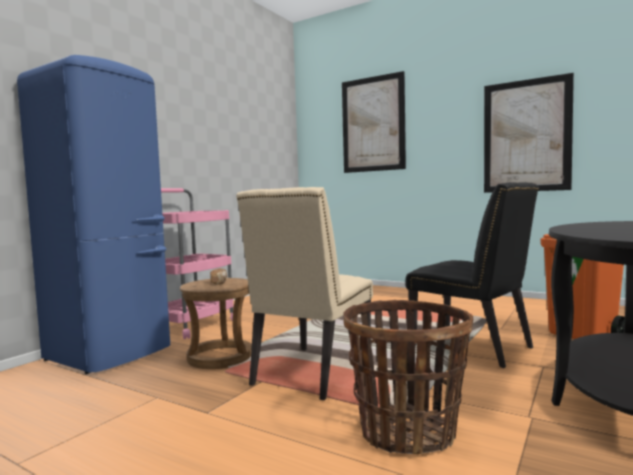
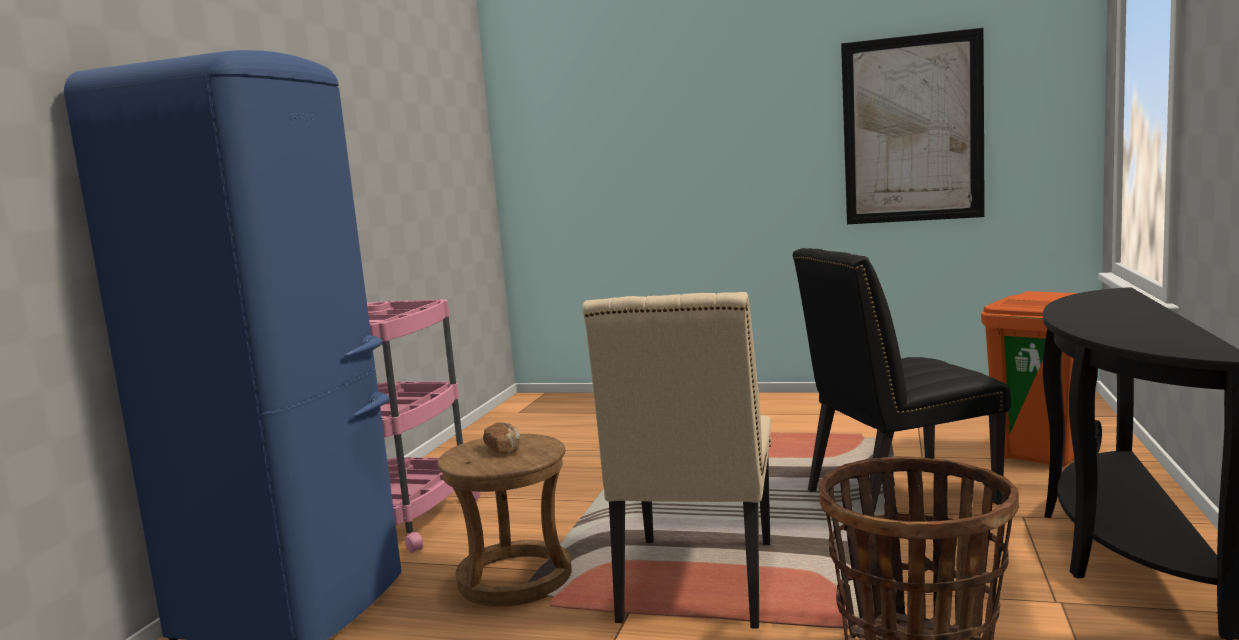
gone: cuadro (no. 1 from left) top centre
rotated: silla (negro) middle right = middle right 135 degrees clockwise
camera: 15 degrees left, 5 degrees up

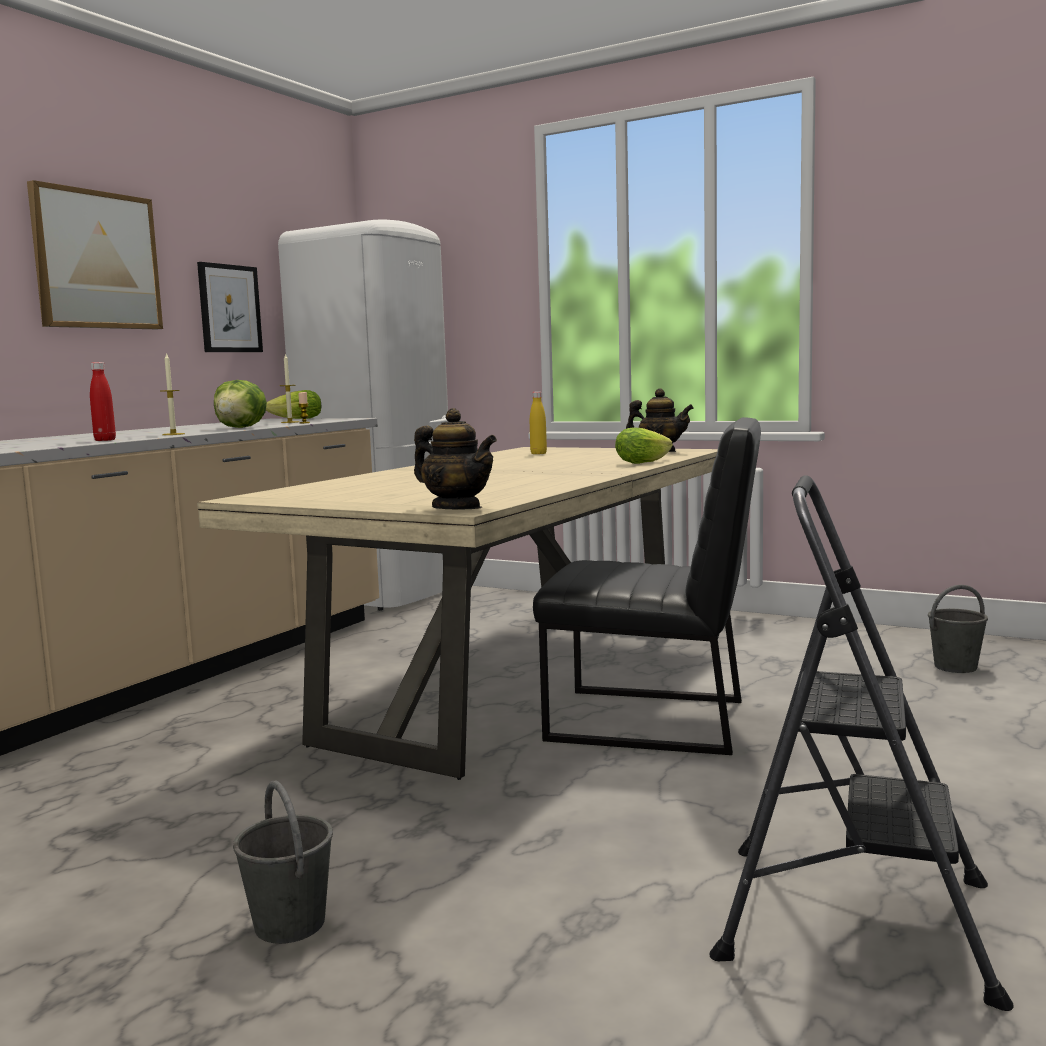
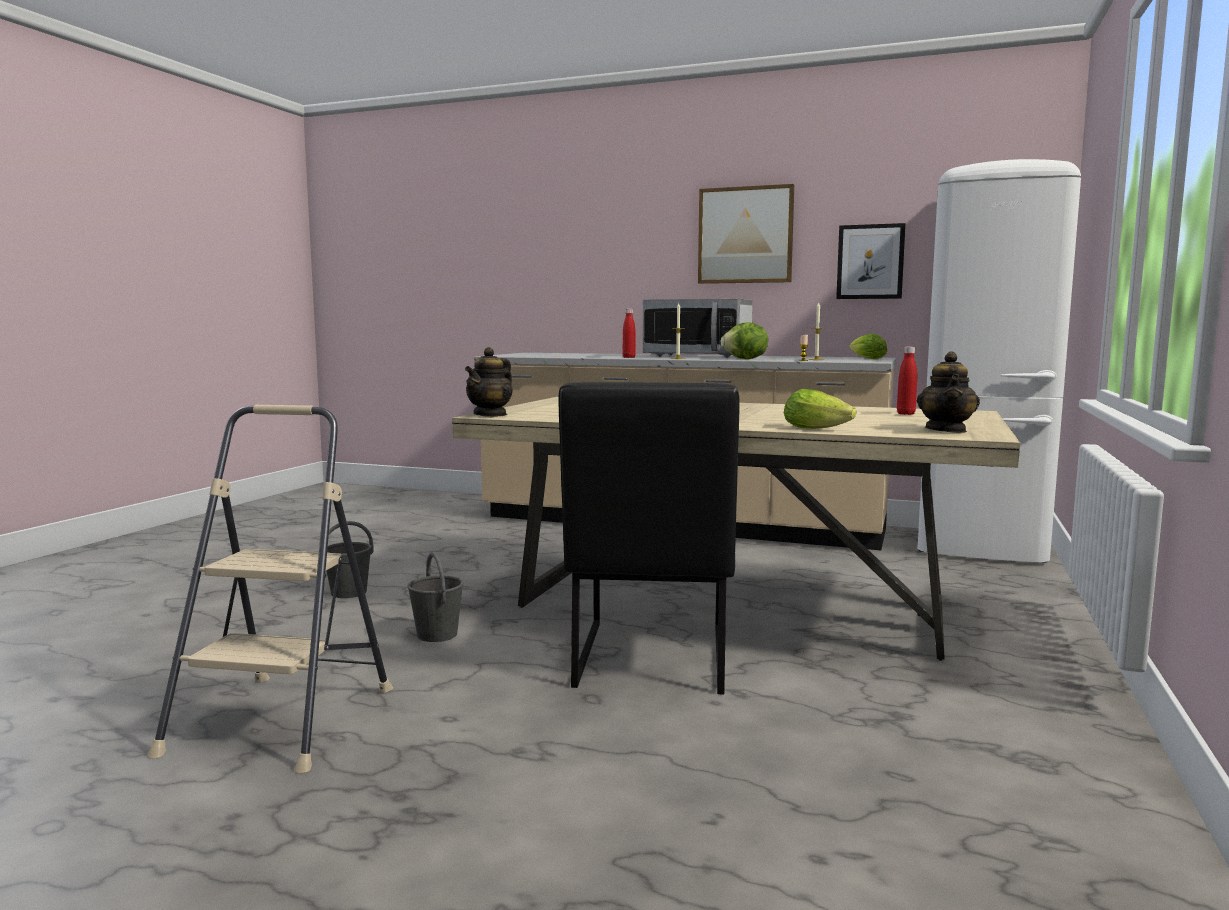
new: microondas centre
shifted: cubo (gris) (no. 2 from left) middle right to centre
repainted: botella (amarillo) centre to botella (rojo) (no. 2 from left) middle right; escalera de tijera (negro) bottom right to escalera de tijera (beis) middle left
camera: 80 degrees right, 0 degrees up

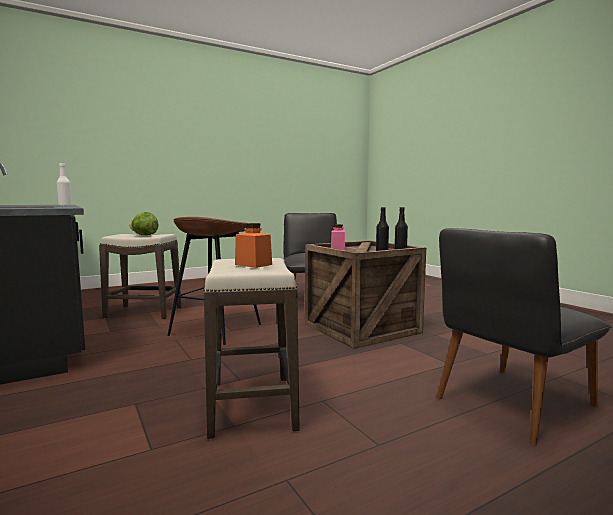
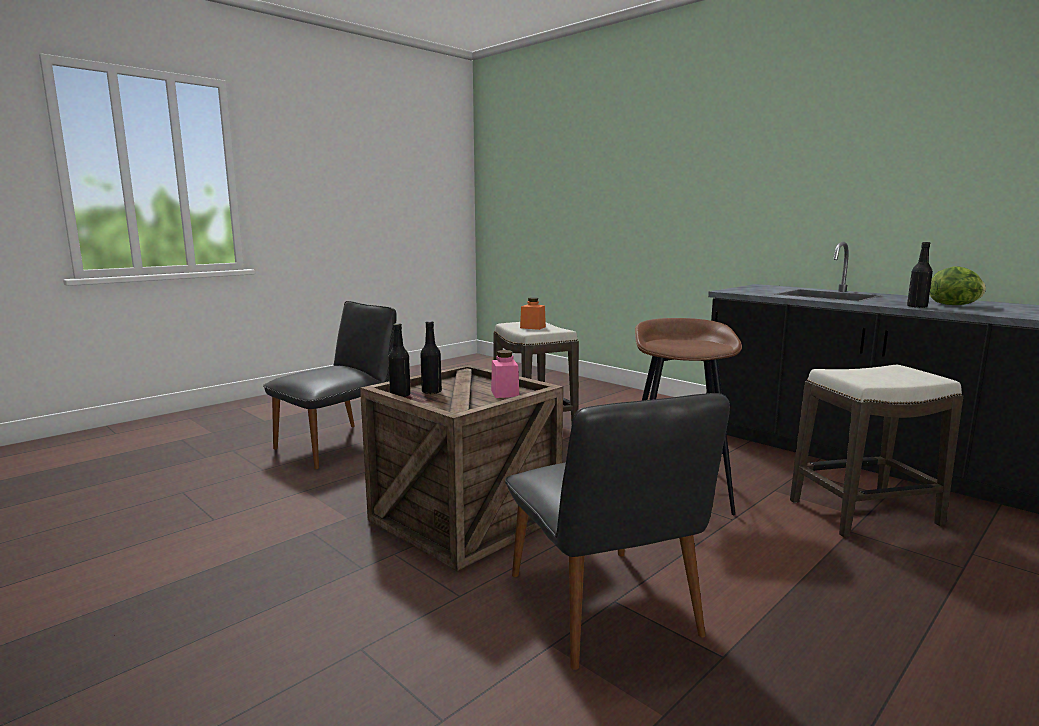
shifted: lechuga middle left to middle right
repainted: botella (blanco) middle left to botella (negro) (no. 3 from left) middle right
camera: 165 degrees right, 5 degrees up

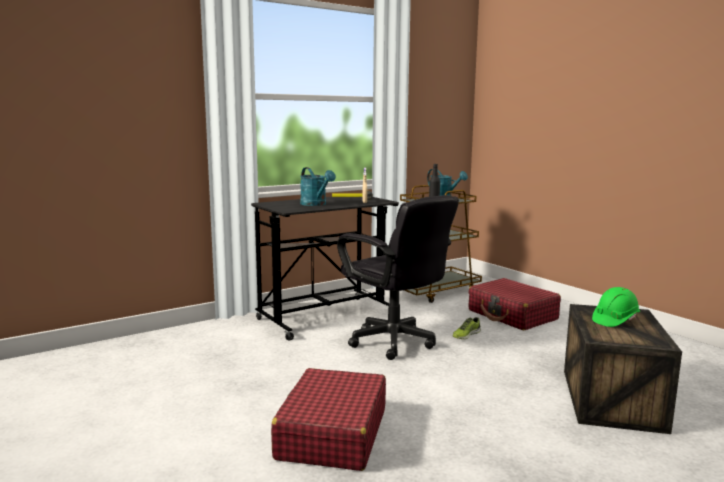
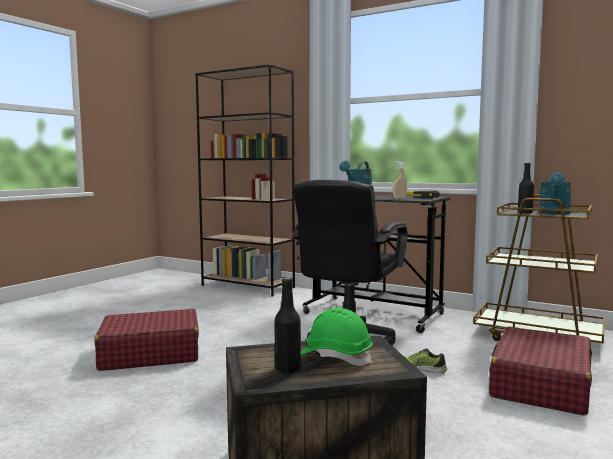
new: estantería (beis) centre; botella (negro) (no. 1 from left) bottom centre
camera: 65 degrees right, 5 degrees down

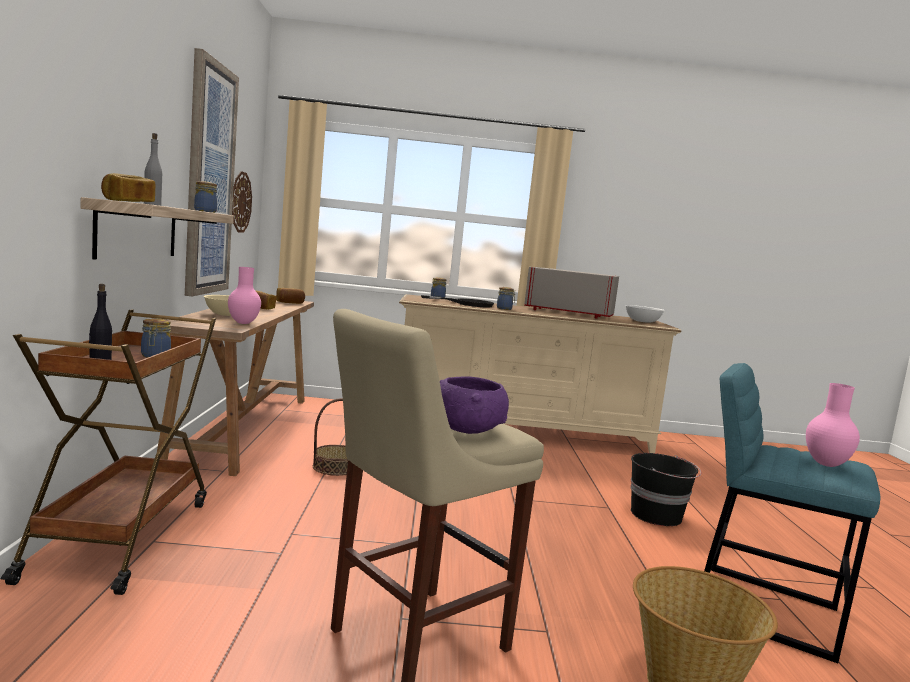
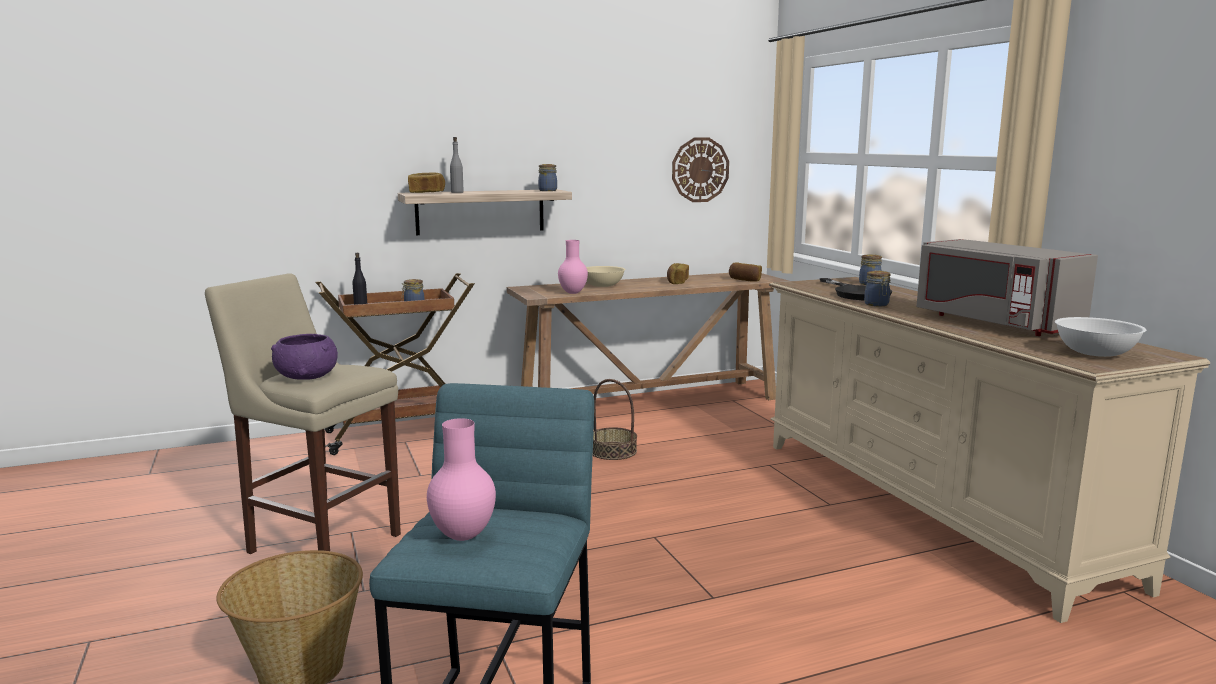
gone: cuadro top left; cubo (negro) bottom right
rotated: microondas (gris) centre = middle right 150 degrees clockwise
camera: 70 degrees right, 5 degrees up

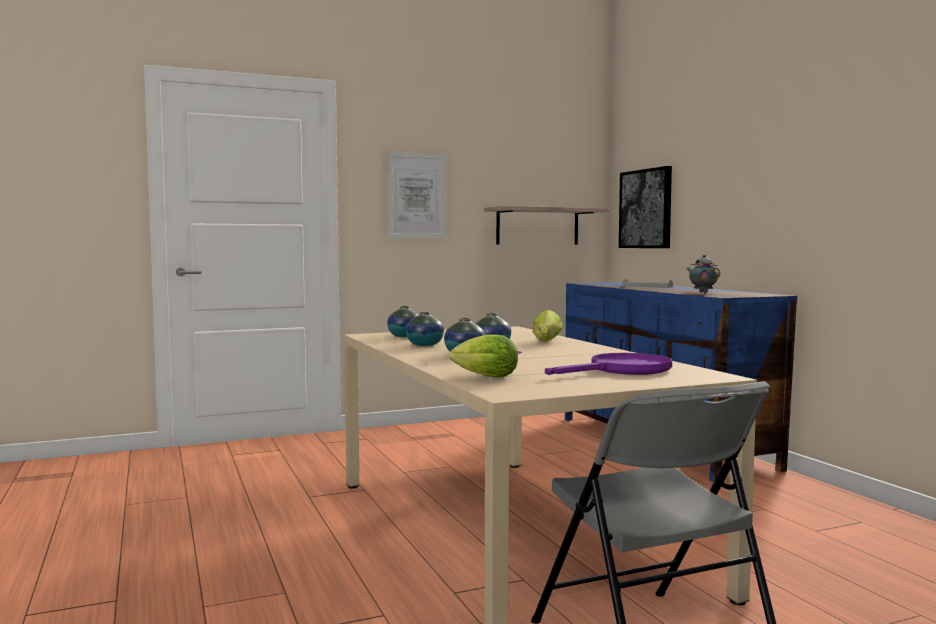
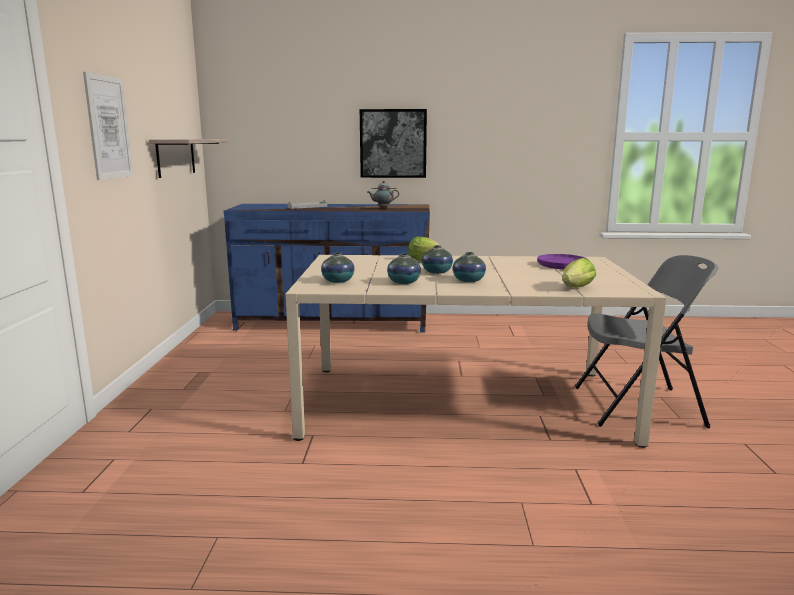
shifted: cuadro (no. 2 from left) top right to top centre
camera: 65 degrees left, 10 degrees up

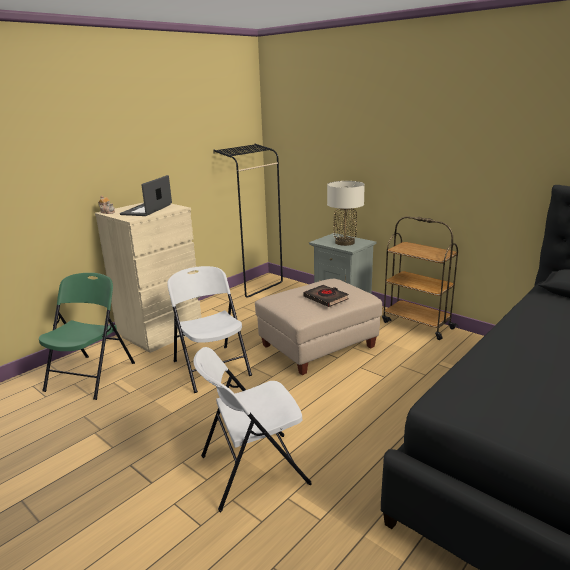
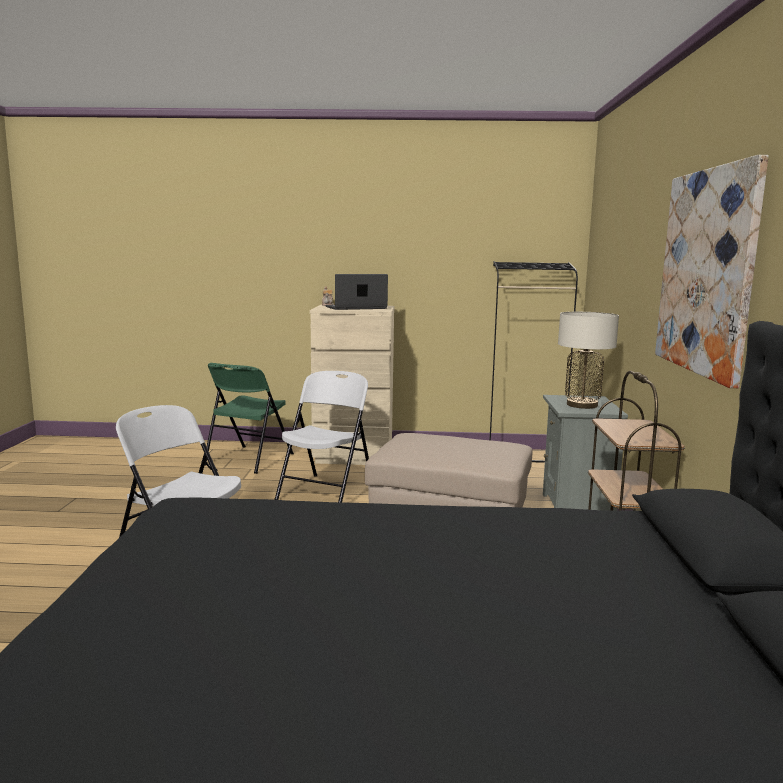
gone: libro (negro) centre
new: cuadro middle right
rotated: silla (verde) middle left = middle left 135 degrees clockwise
camera: 50 degrees right, 10 degrees down

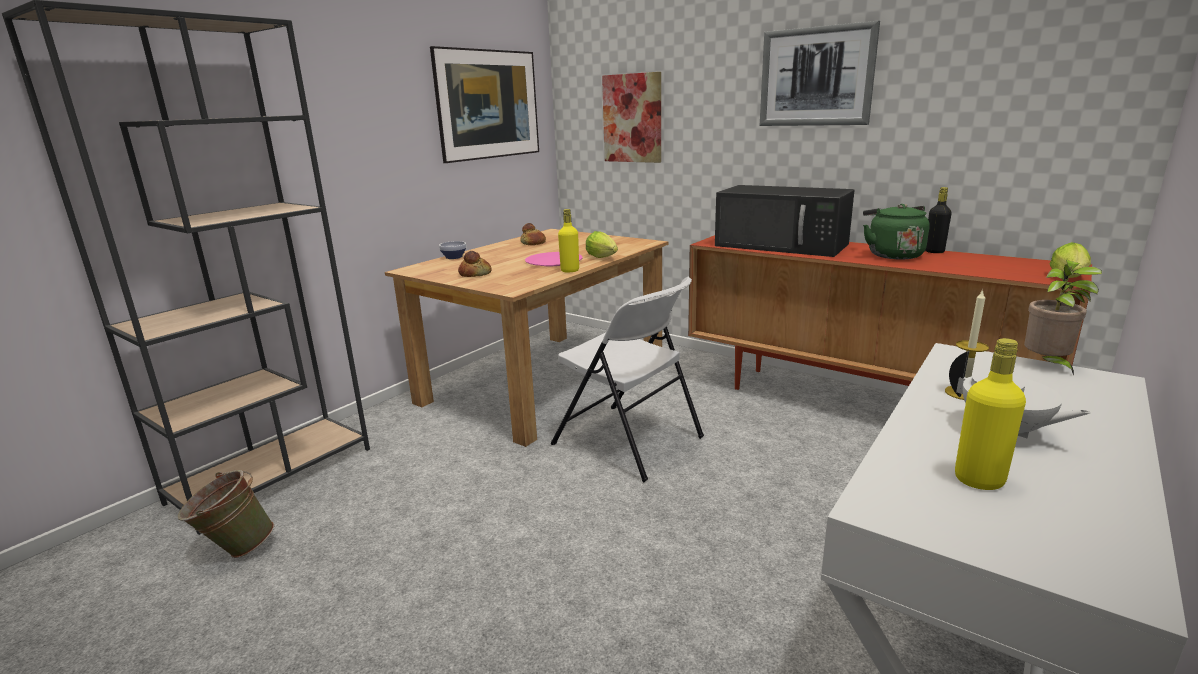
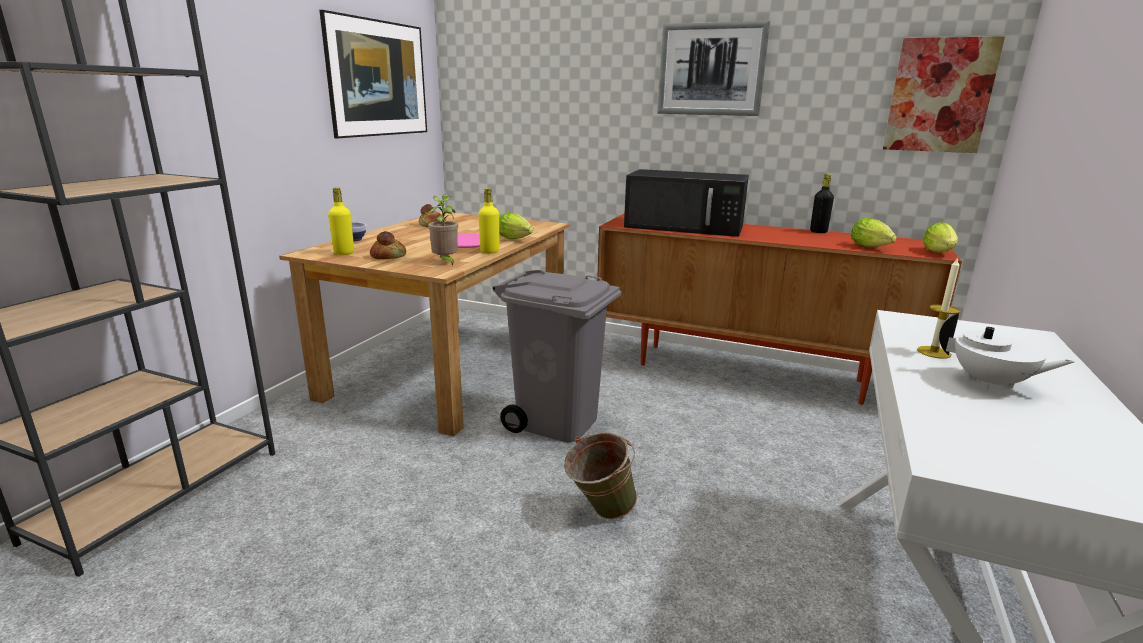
gone: hervidor (verde) middle right
new: lechuga (no. 2 from left) middle right
shifted: cuadro (no. 2 from left in the first image) top centre to cuadro (no. 3 from left) top right; planta en maceta middle right to centre; botella (amarillo) (no. 2 from left in the first image) middle right to botella (amarillo) (no. 1 from left) middle left; cubo (verde) bottom left to bottom centre
swapped: silla (blanco) centre to papelera (gris) centre
camera: 15 degrees left, 0 degrees up

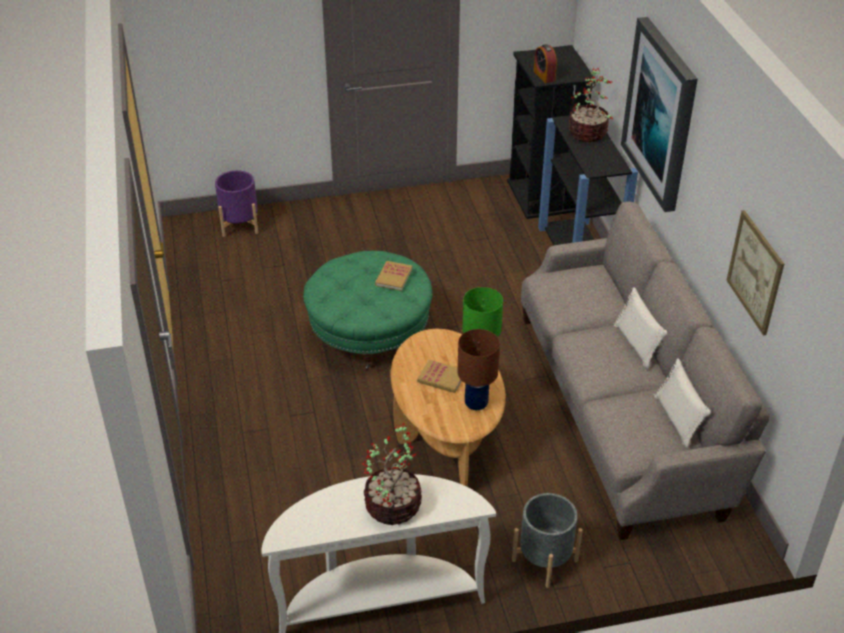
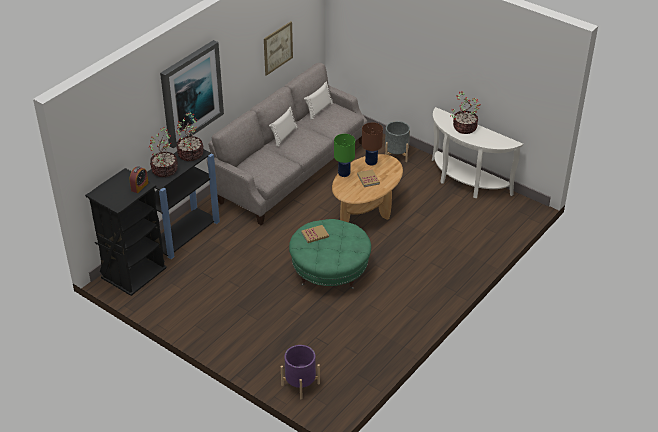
new: planta en maceta (no. 2 from left) top left
camera: 130 degrees left, 0 degrees up

